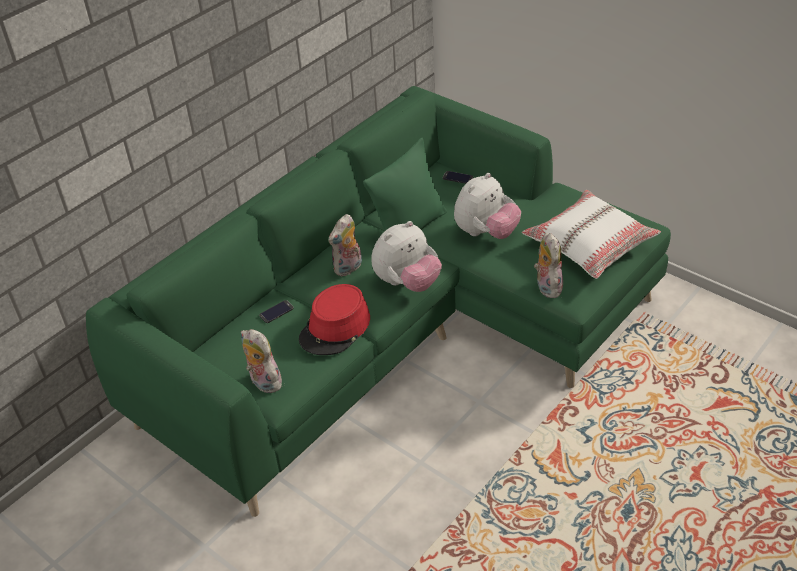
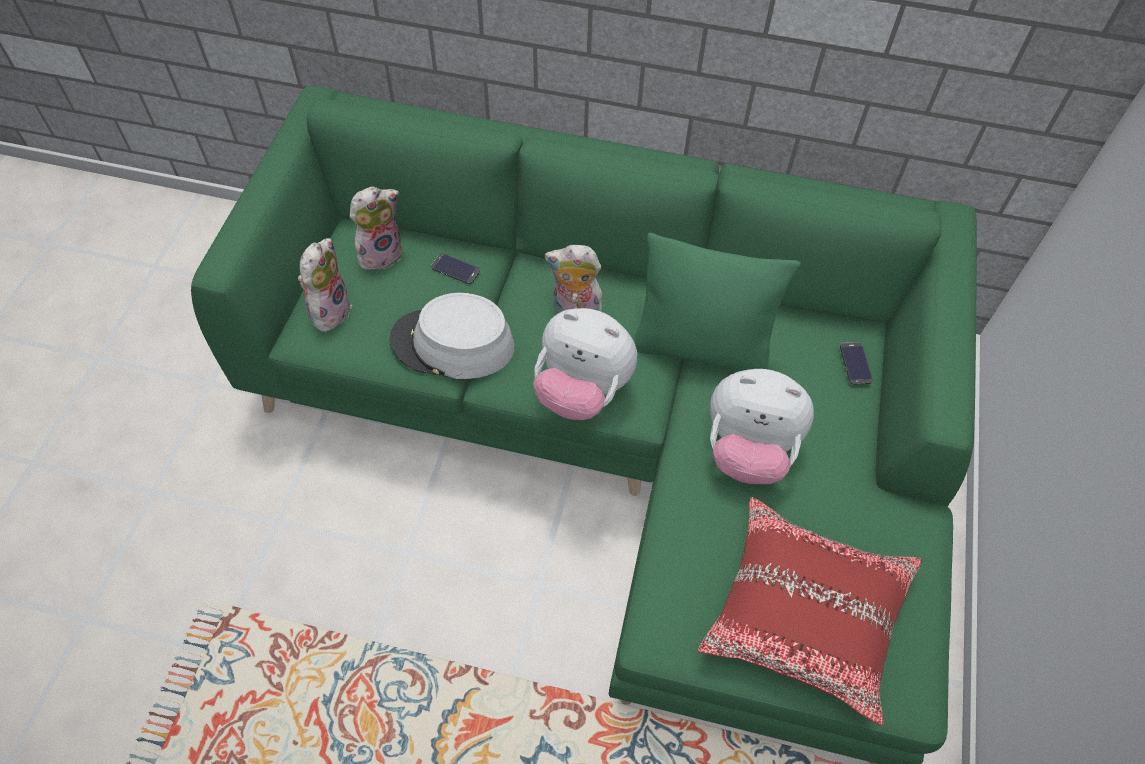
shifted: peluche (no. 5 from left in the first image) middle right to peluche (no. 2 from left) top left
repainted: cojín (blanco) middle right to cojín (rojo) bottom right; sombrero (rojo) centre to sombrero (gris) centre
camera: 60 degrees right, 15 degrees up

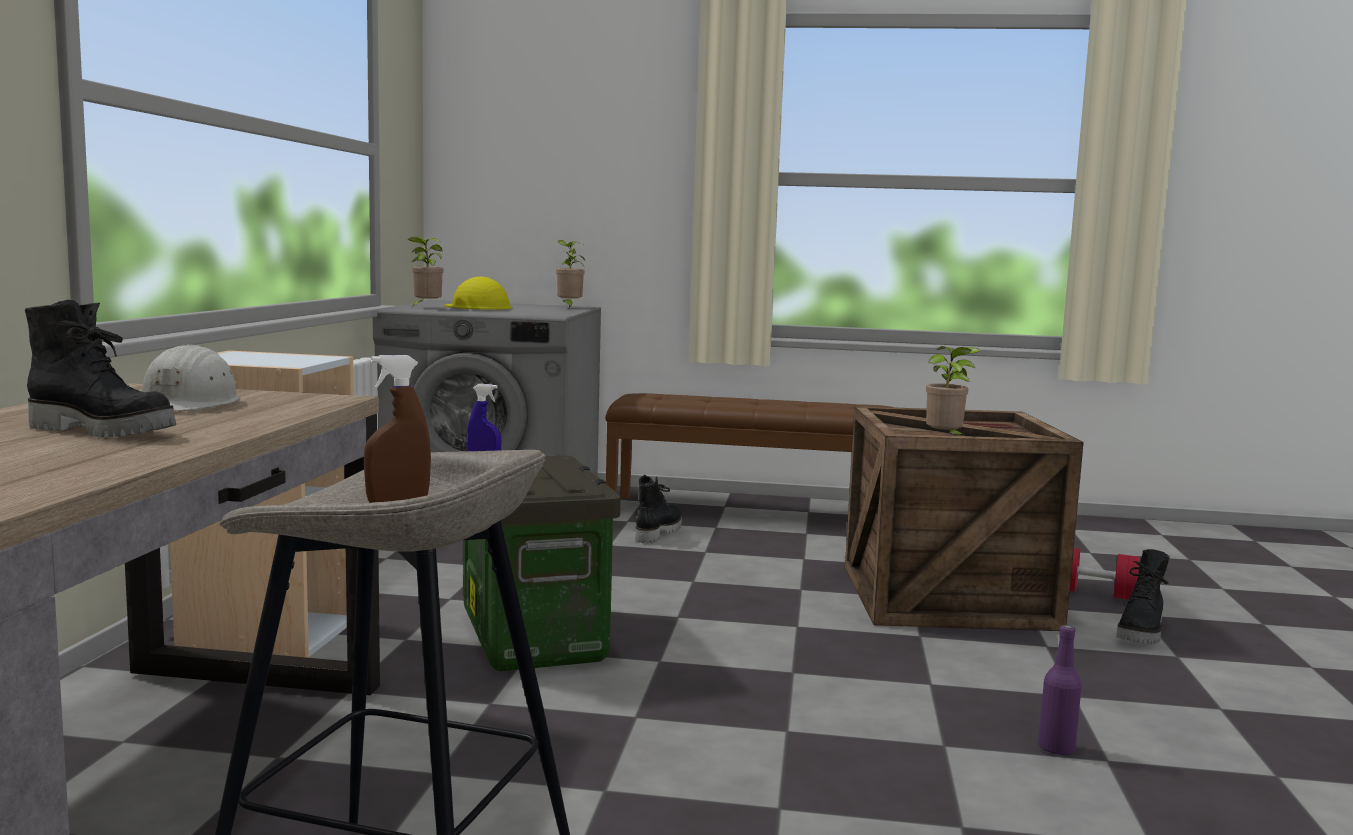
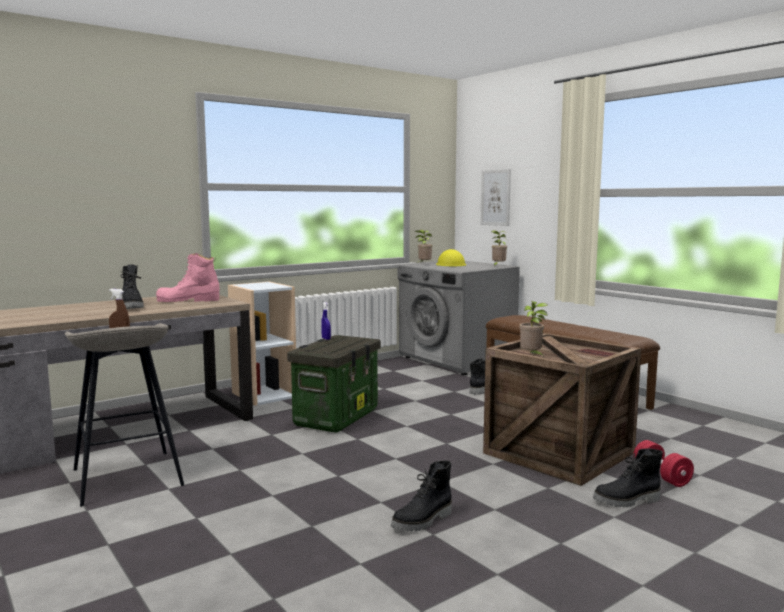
new: cuadro top centre
swapped: casco (blanco) middle left to bota (rosa) middle left; botella (morado) bottom right to bota (negro) (no. 2 from left) bottom centre
camera: 45 degrees right, 0 degrees up

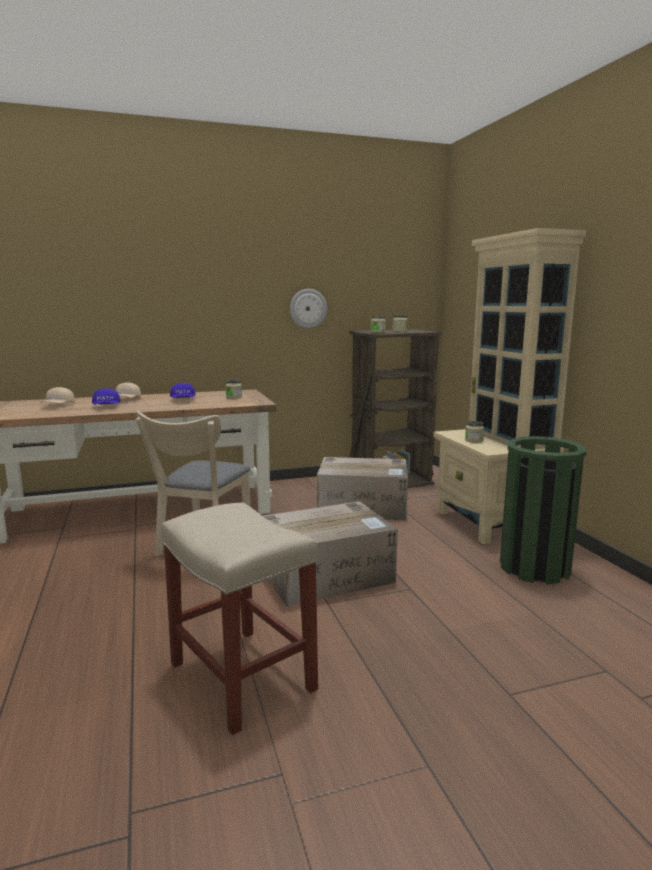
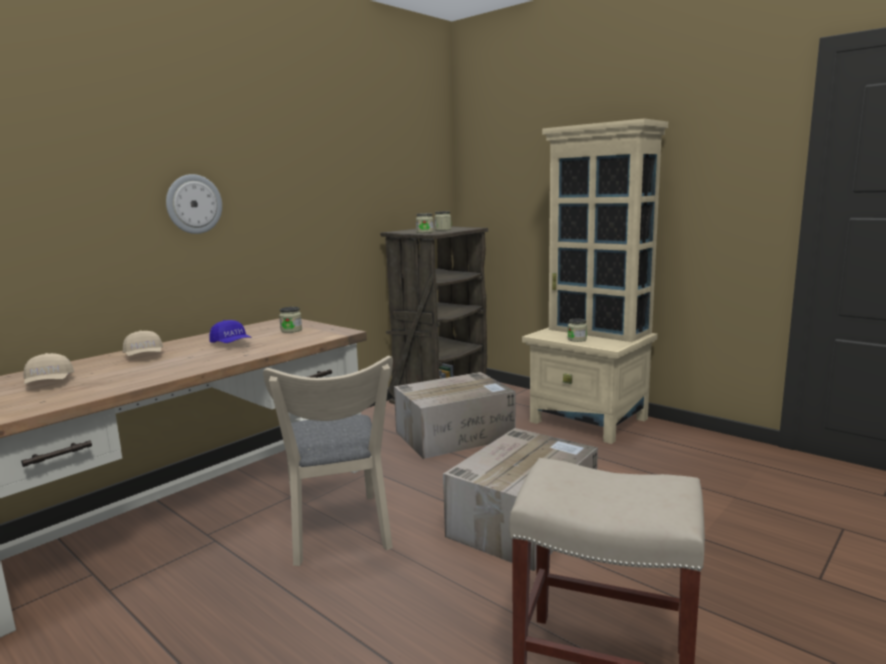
gone: gorra (azul) (no. 1 from left) middle left; papelera (verde) middle right
shifted: reloj de pared centre to top left
camera: 30 degrees left, 0 degrees up

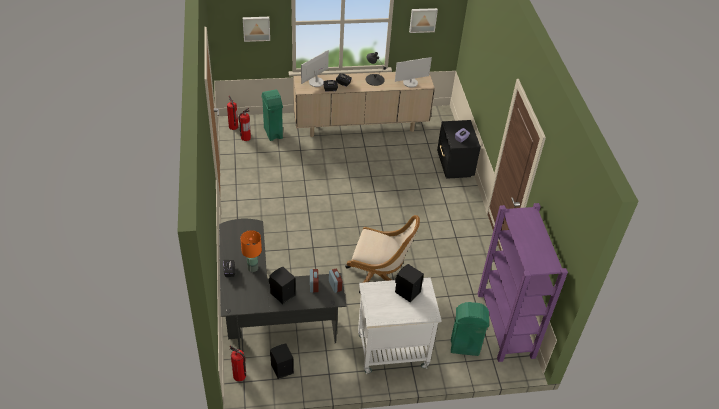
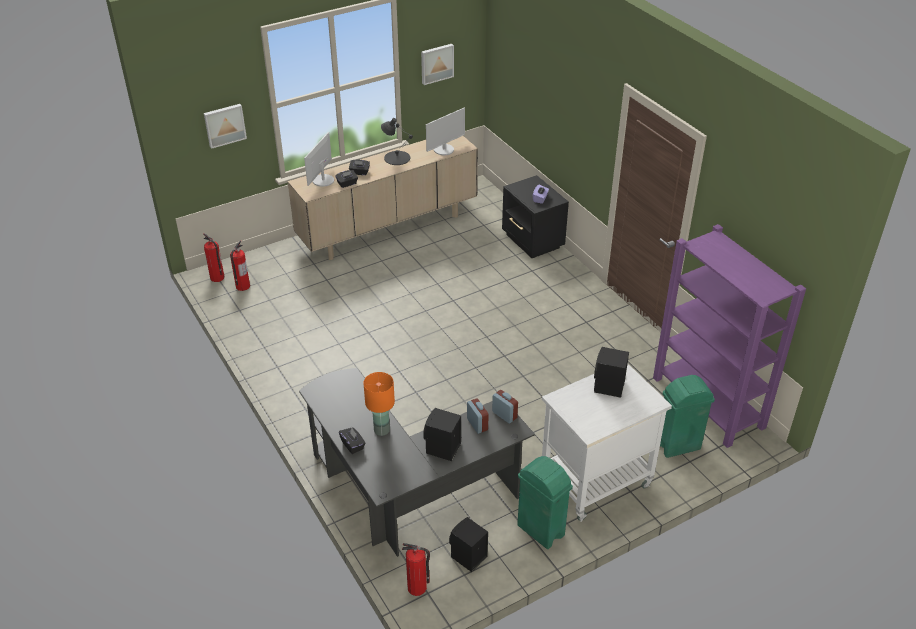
gone: silla de oficina centre
shifted: papelera (verde) (no. 1 from left) top centre to bottom centre
camera: 20 degrees left, 5 degrees down

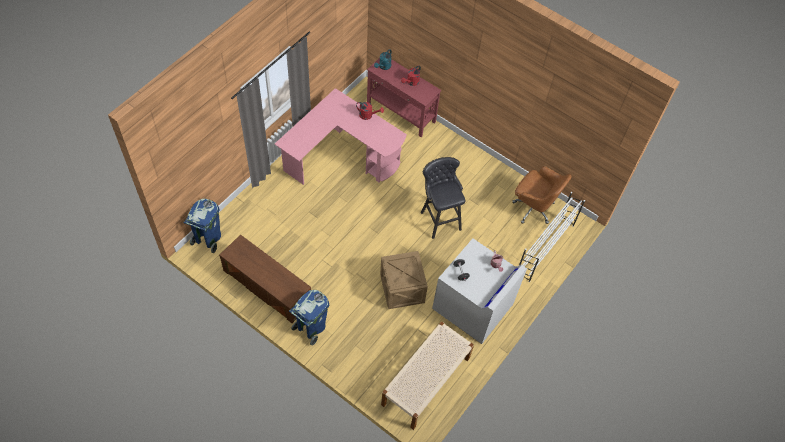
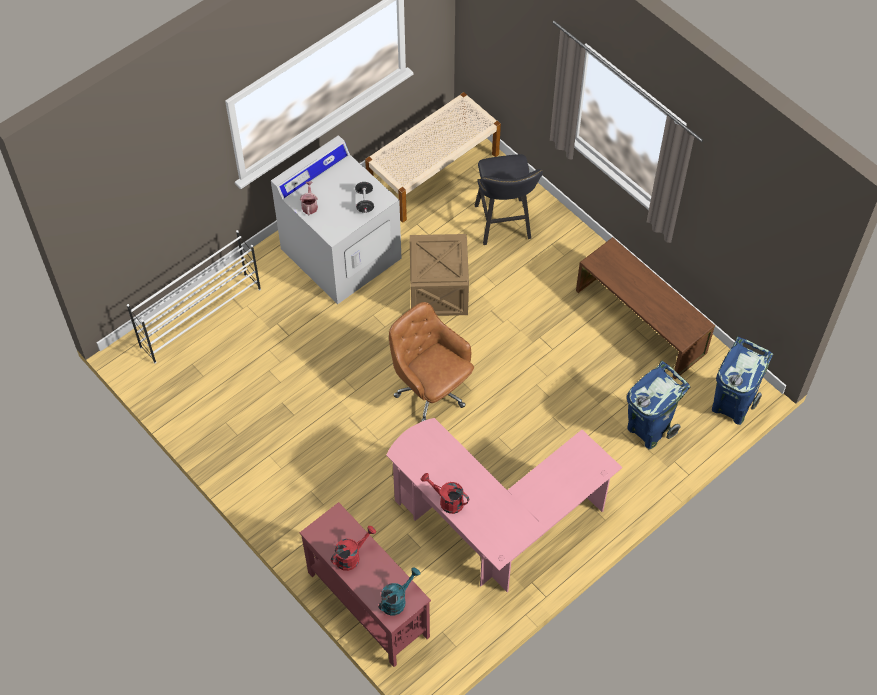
shifted: taburete (negro) centre to top centre; silla de oficina (marrón) middle right to centre; papelera (azul) (no. 2 from left in the first image) bottom centre to papelera (azul) (no. 1 from left) middle right
camera: 165 degrees left, 0 degrees up

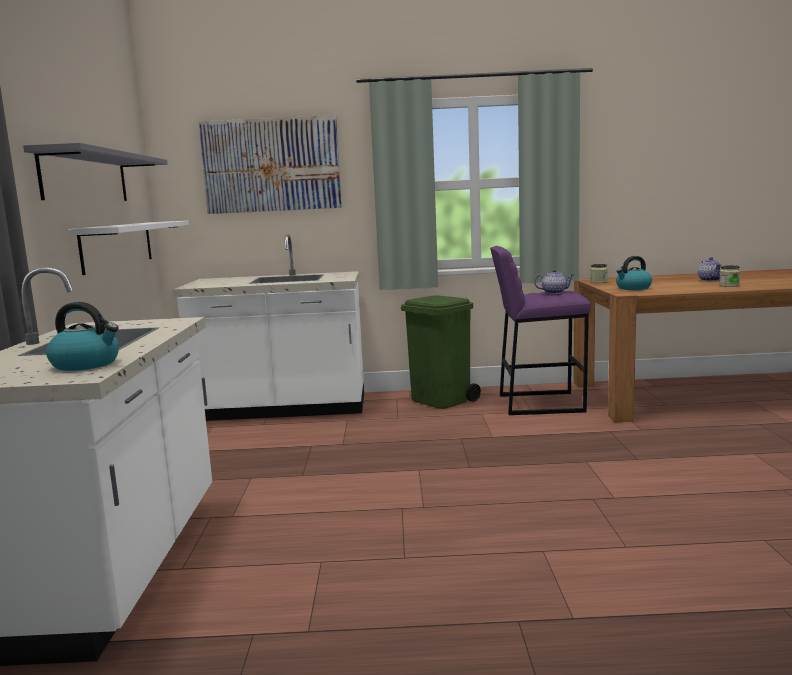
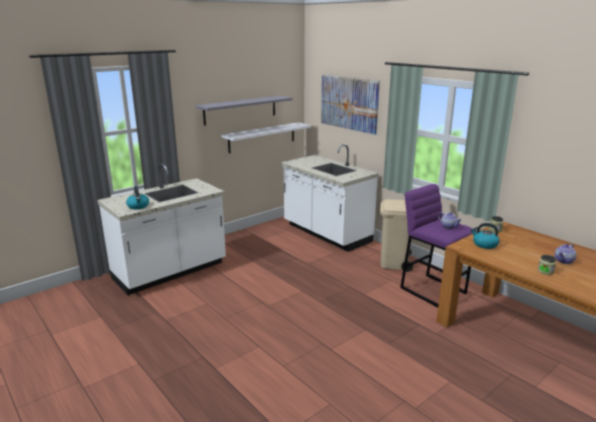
repainted: papelera (verde) centre to papelera (beis) centre
camera: 50 degrees right, 10 degrees up

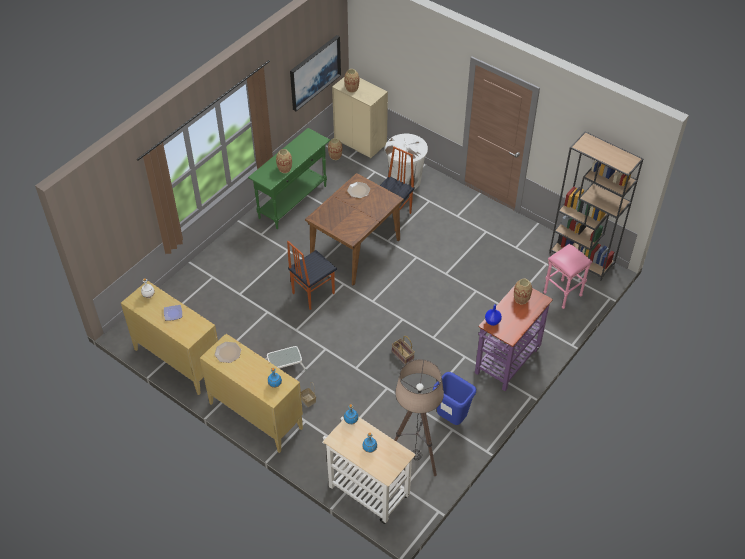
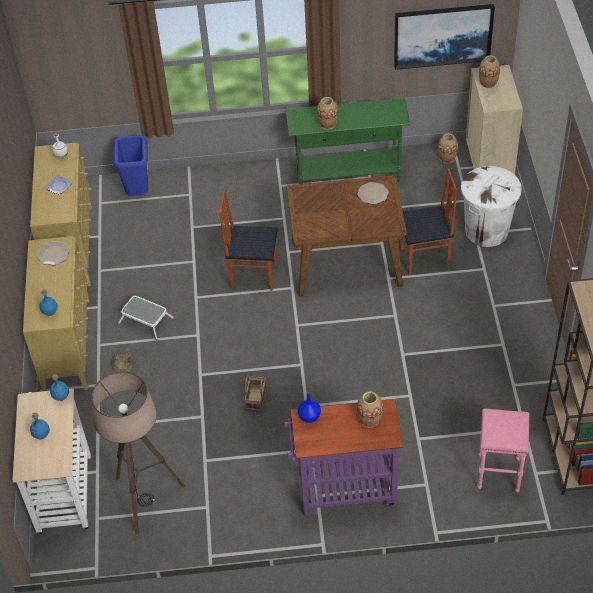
shifted: papelera (azul) bottom centre to top left
camera: 50 degrees right, 0 degrees up

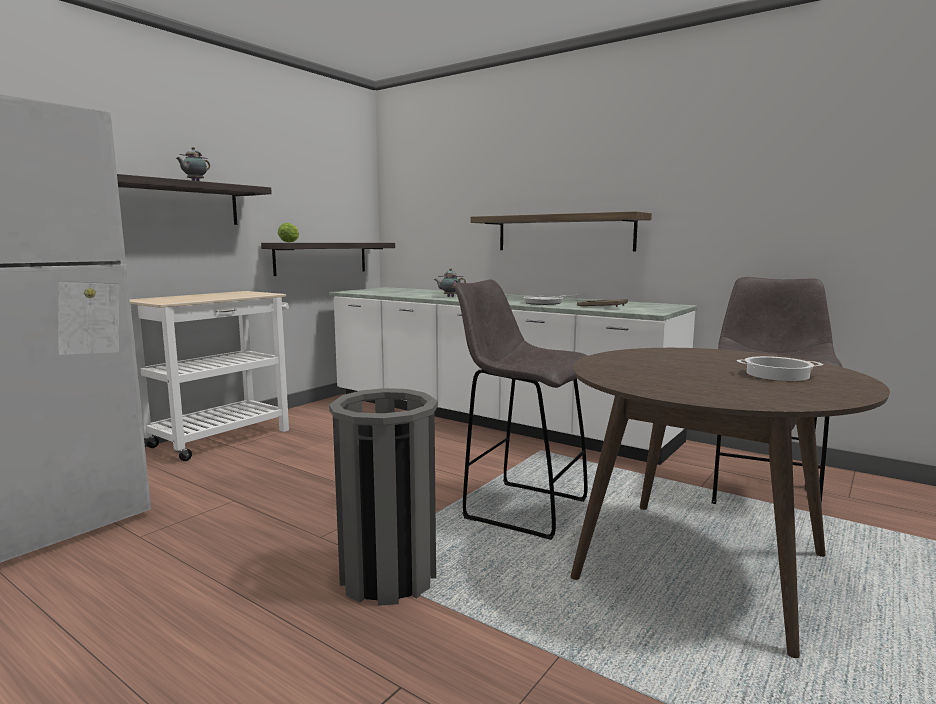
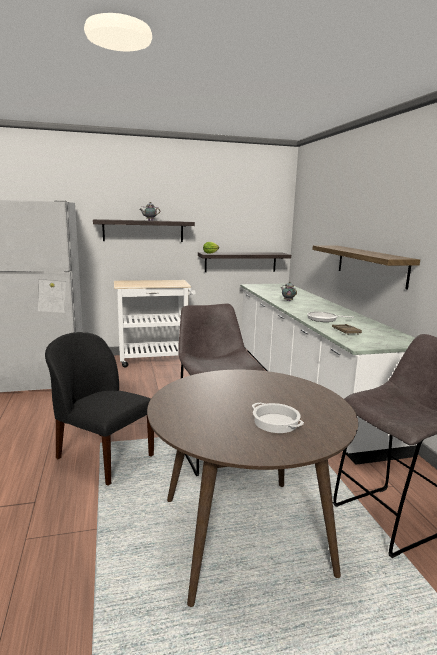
swapped: papelera (gris) bottom centre to silla (negro) middle left
camera: 40 degrees right, 5 degrees up

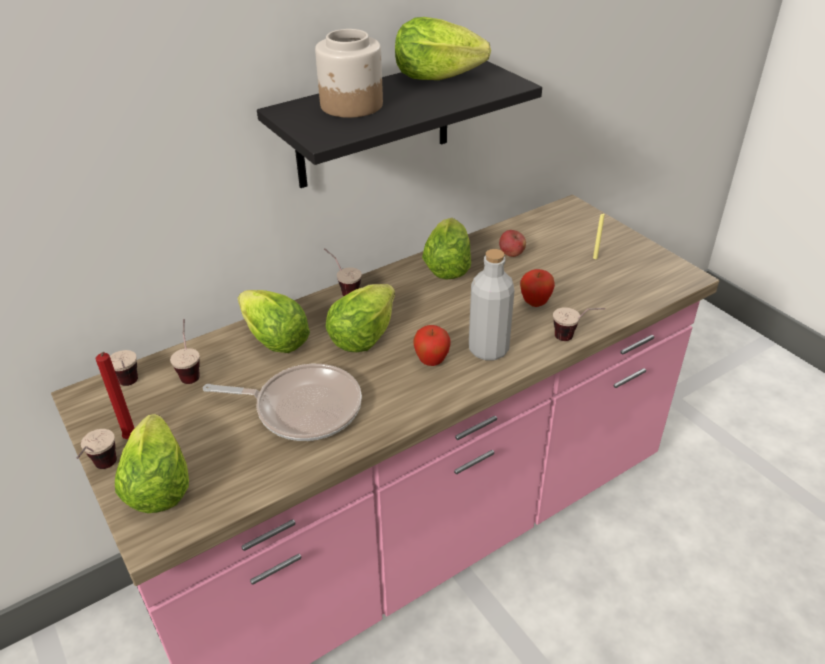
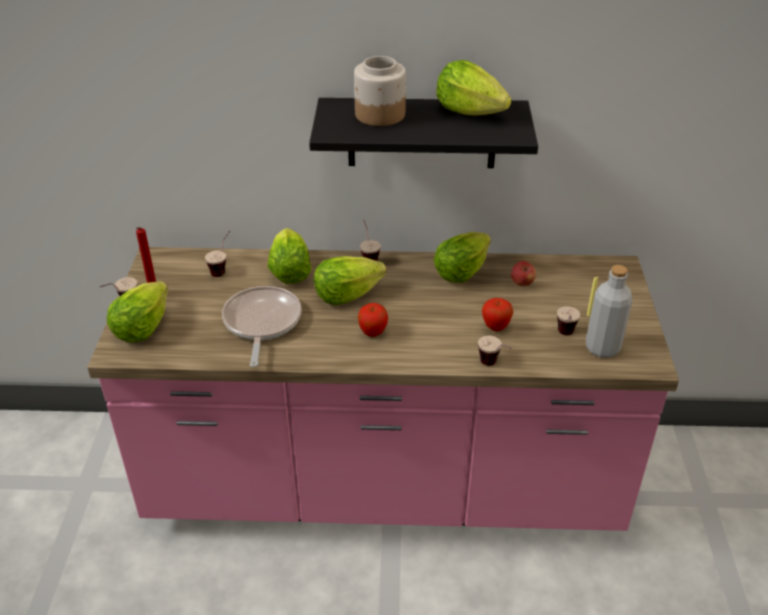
shifted: botella (gris) centre to middle right; taza (no. 2 from left in the first image) middle left to taza (no. 5 from left) middle right
rotated: sartén centre = centre 135 degrees counterclockwise
camera: 35 degrees right, 0 degrees up

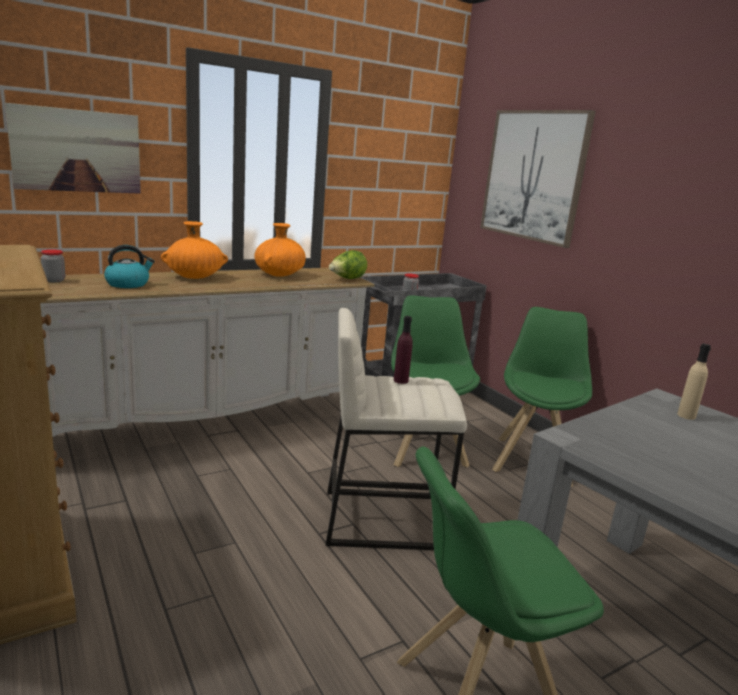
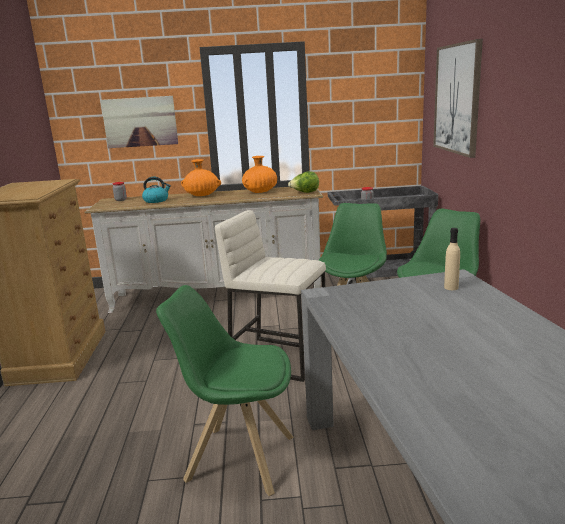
gone: botella (morado) centre
camera: 30 degrees right, 0 degrees up

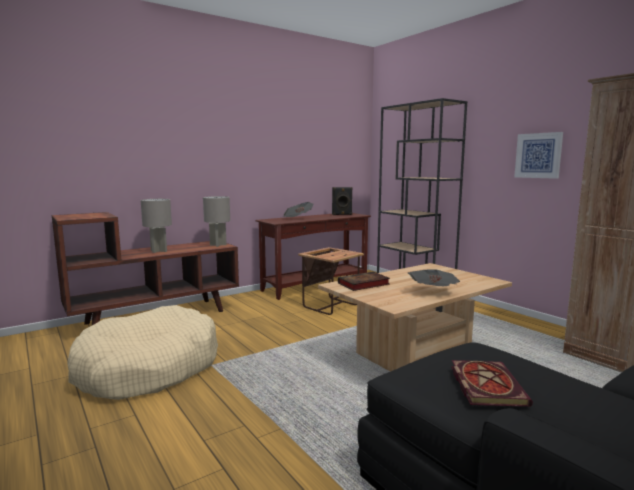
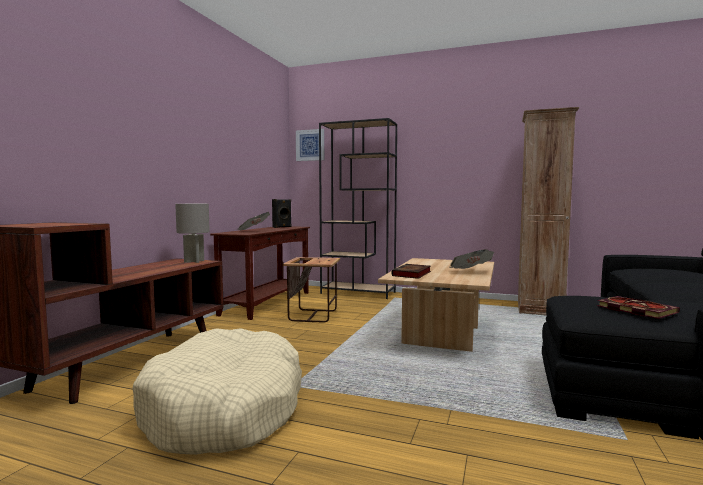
gone: lámpara de mesa (gris) (no. 1 from left) middle left
shifted: cuadro top right to top centre
camera: 35 degrees left, 5 degrees down

